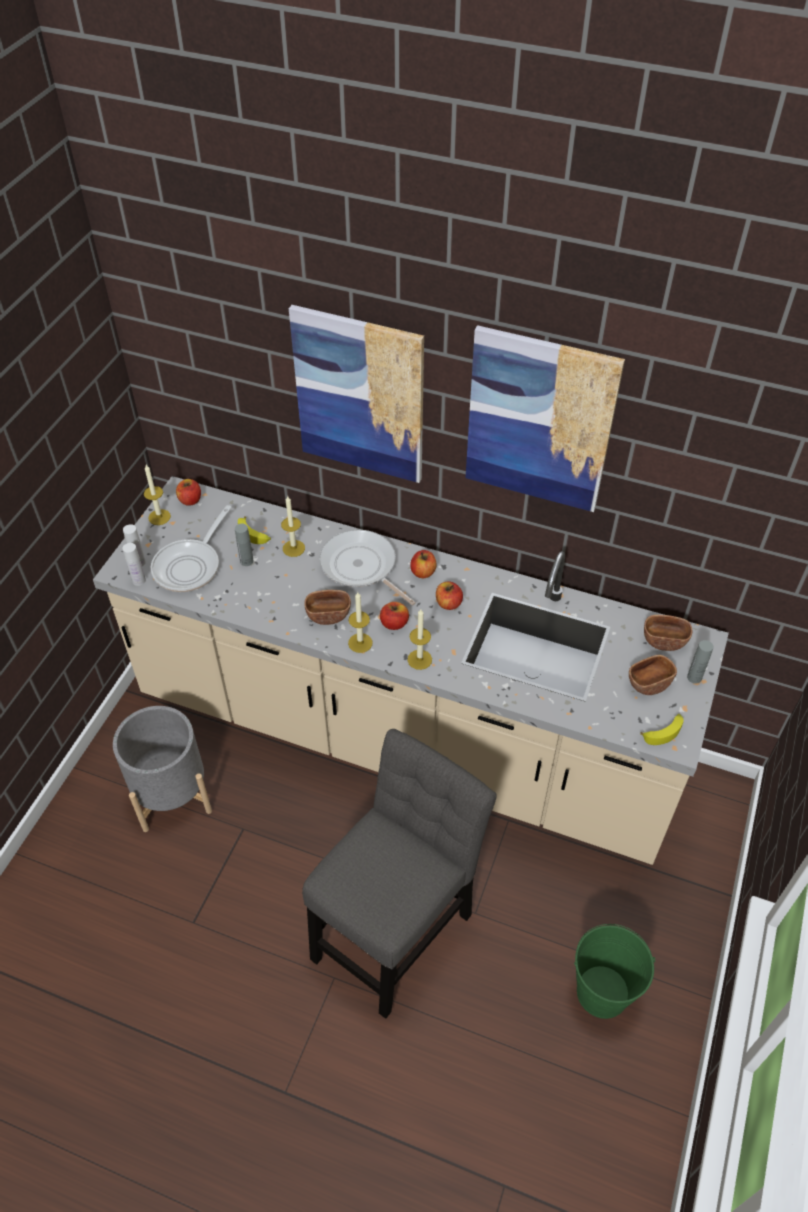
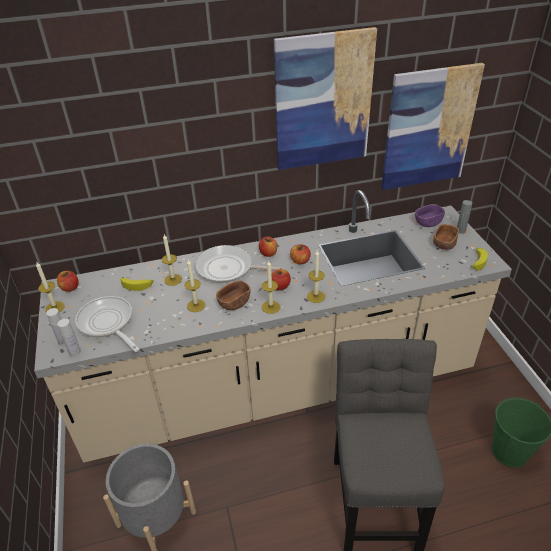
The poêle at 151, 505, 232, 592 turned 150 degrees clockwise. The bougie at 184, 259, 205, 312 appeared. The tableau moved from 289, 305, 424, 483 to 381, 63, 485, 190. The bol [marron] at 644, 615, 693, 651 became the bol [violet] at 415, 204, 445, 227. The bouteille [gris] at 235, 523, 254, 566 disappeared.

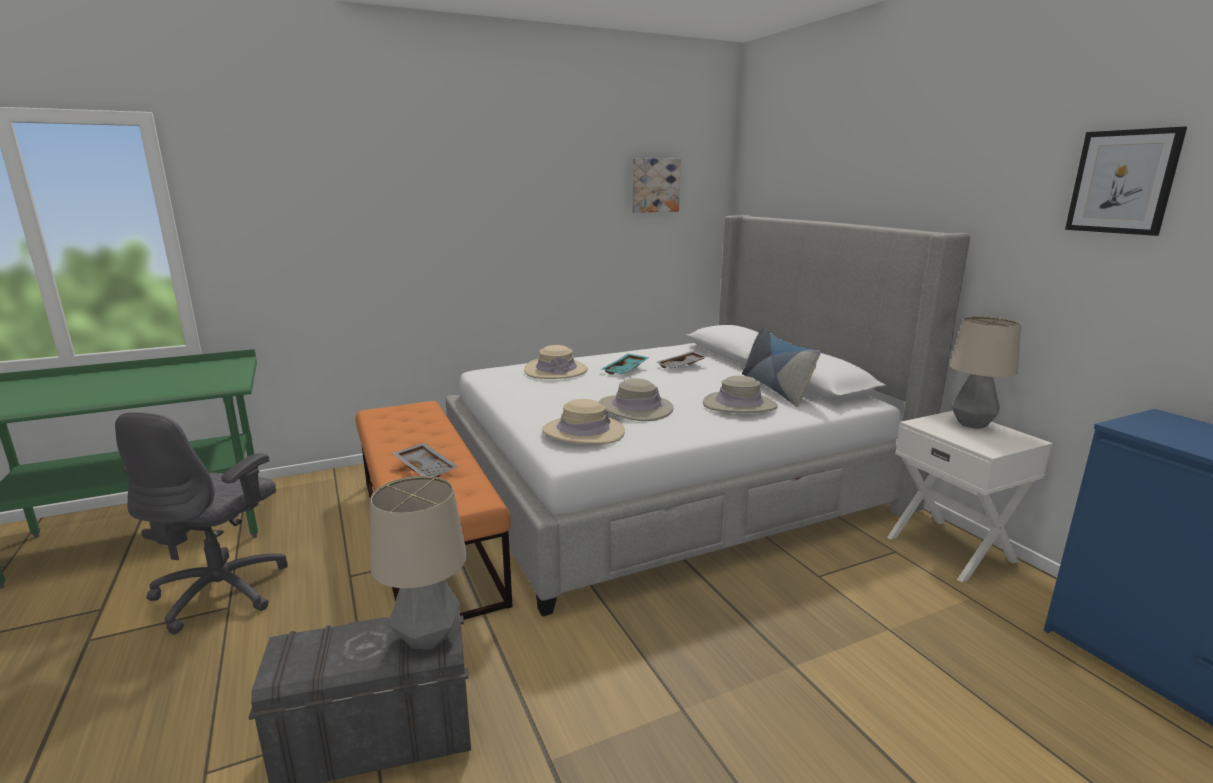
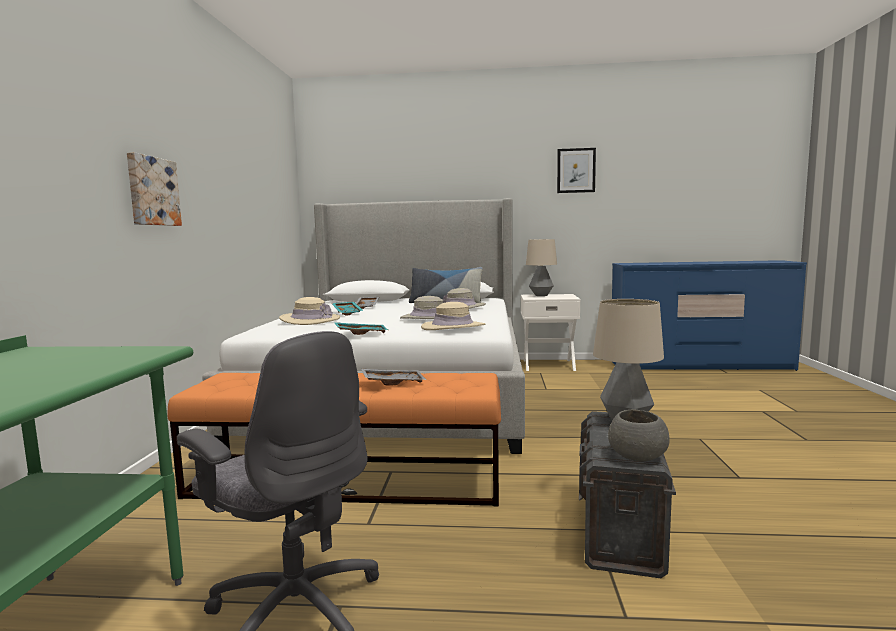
The tableau moved from 632, 158, 681, 213 to 127, 152, 182, 226. The plateau [turquoise] at 334, 322, 388, 335 appeared. The bol [gris] at 608, 410, 670, 461 appeared.

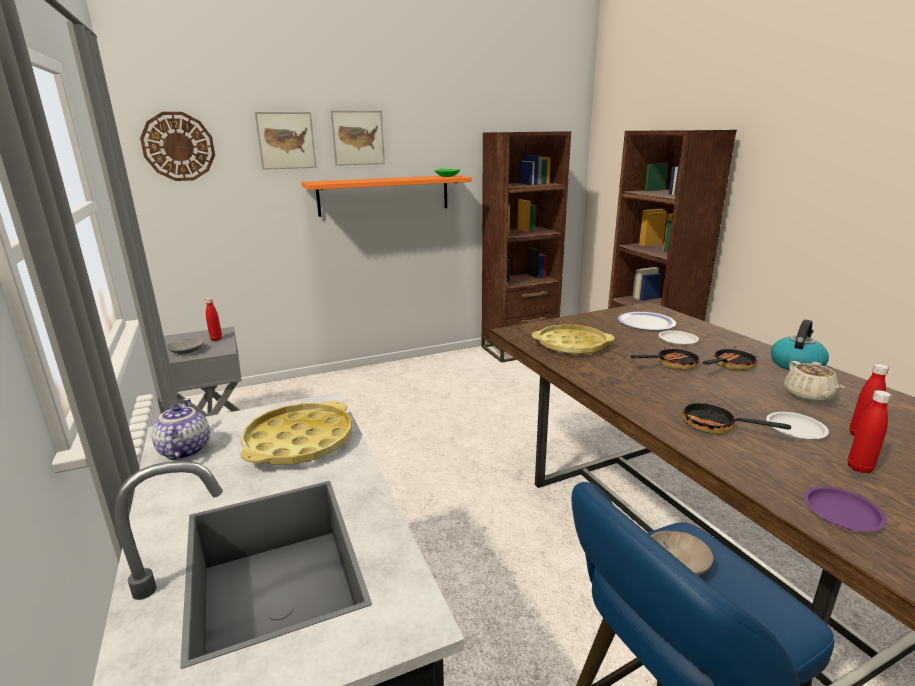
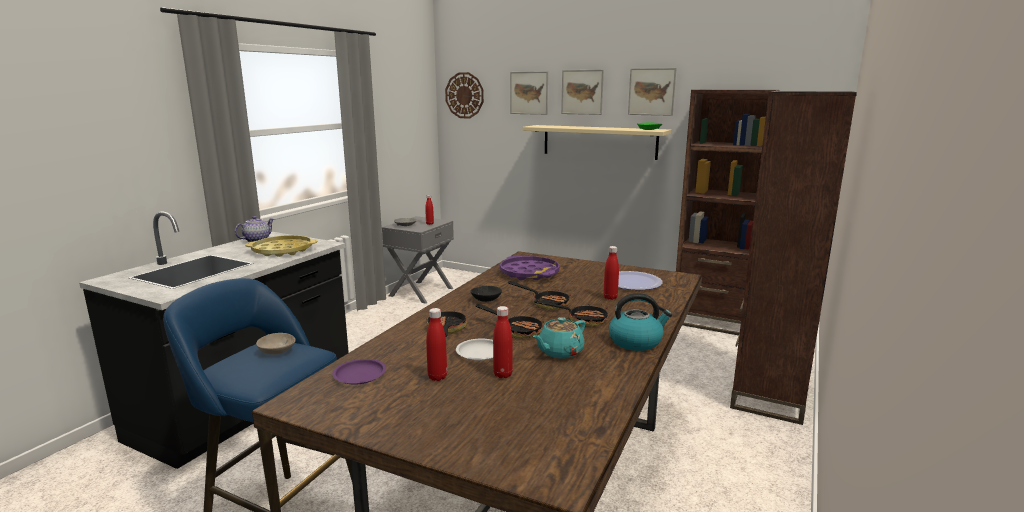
The bol [noir] at 471, 286, 502, 302 appeared. The poêle at 476, 304, 544, 339 appeared. The plateau [jaune] at 532, 324, 615, 355 became the plateau [violet] at 500, 256, 560, 280. The étagère [orange] at 302, 175, 472, 217 became the étagère [beige] at 522, 125, 671, 160. The théière [beige] at 784, 361, 844, 403 became the théière [turquoise] at 533, 317, 585, 359. The assiette [blanc] at 659, 331, 699, 345 was replaced by the bouteille [rouge] at 604, 246, 619, 300. The tableau at 628, 68, 677, 116 appeared.

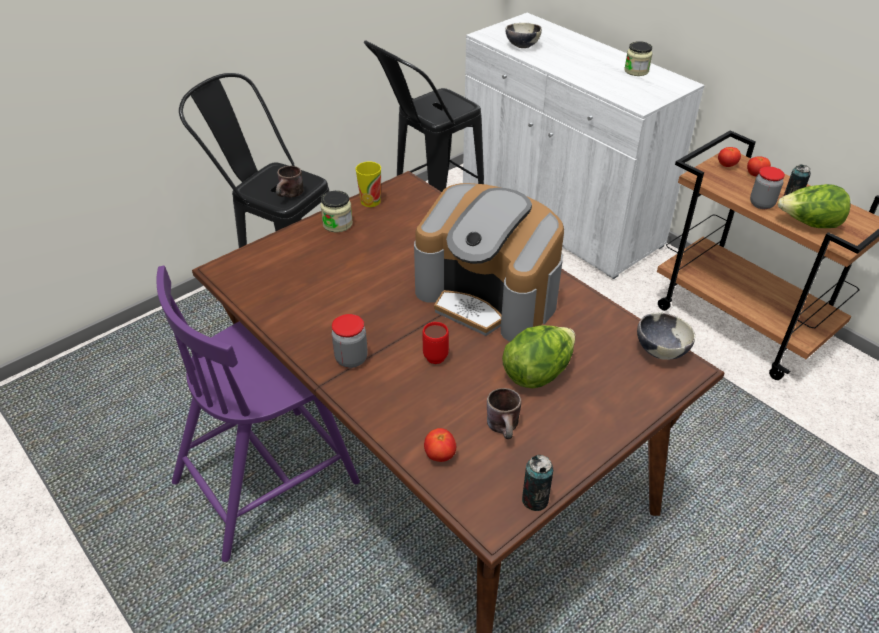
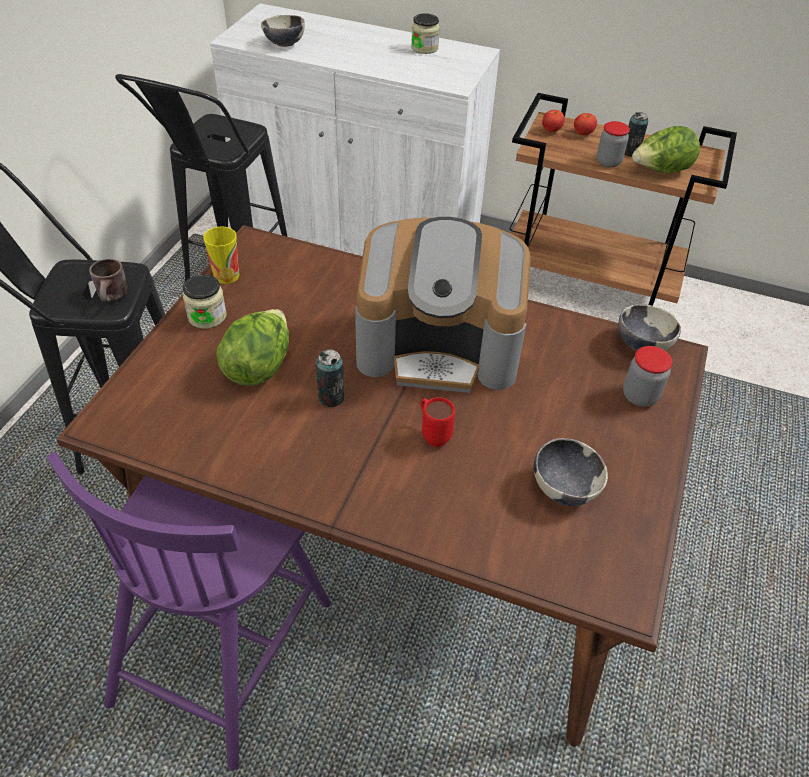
The laitue moved from 502, 325, 575, 388 to 216, 309, 289, 386. The boîte métallique moved from 522, 455, 553, 511 to 316, 349, 344, 407. The mug [marron] at 487, 388, 521, 439 was replaced by the bol at 534, 438, 608, 506. The bocal moved from 332, 314, 368, 368 to 623, 346, 673, 407. The tomate at 424, 428, 456, 462 disappeared.

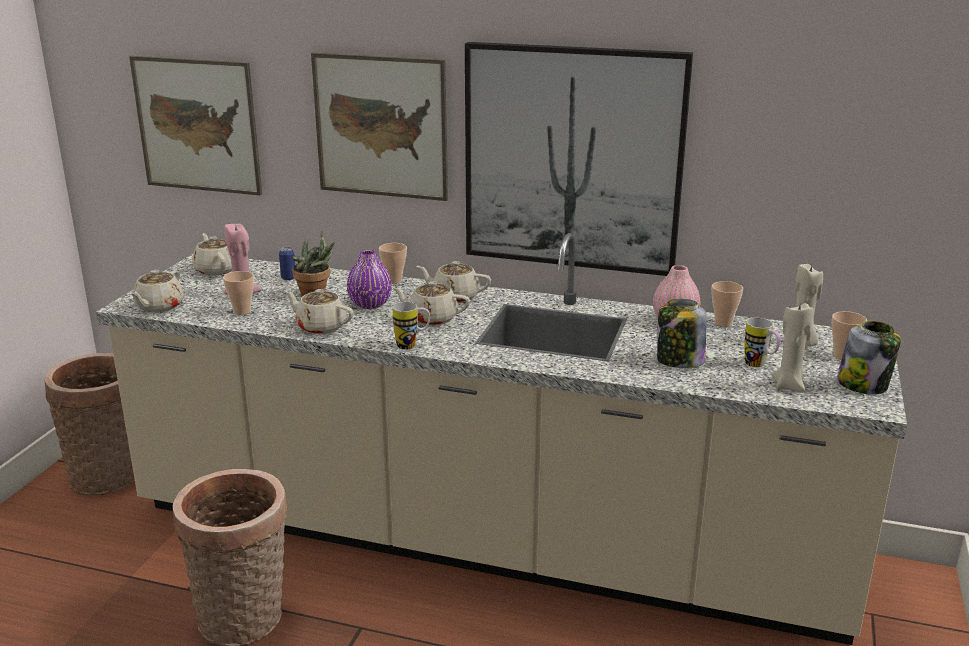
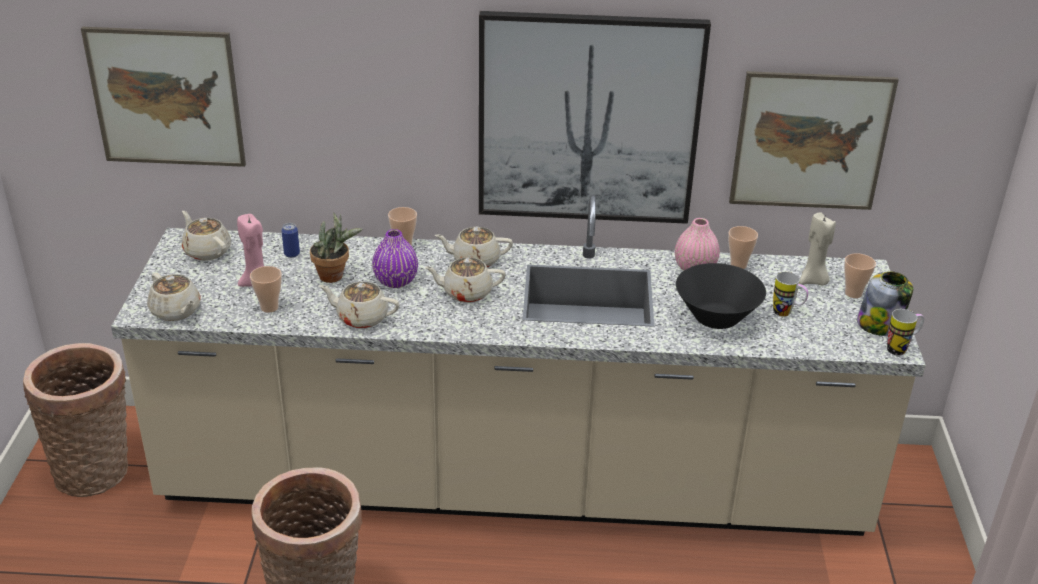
The théière [beige] at 130, 270, 184, 313 turned 45 degrees counterclockwise. The bocal at 657, 299, 707, 368 was replaced by the bol [noir] at 676, 263, 766, 329. The tableau moved from 311, 53, 448, 201 to 729, 71, 899, 210. The mug moved from 392, 302, 430, 350 to 887, 309, 924, 356. The bougie [beige] at 771, 301, 814, 393 disappeared.

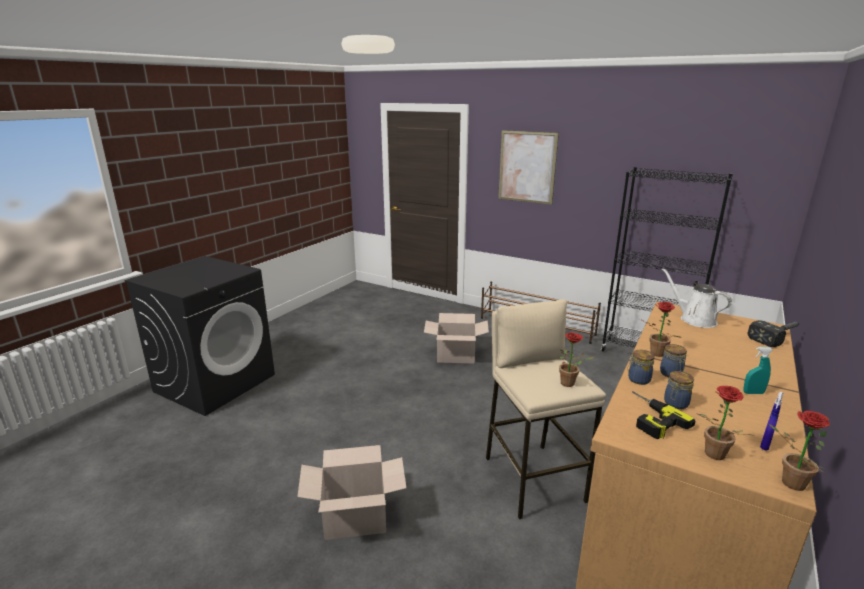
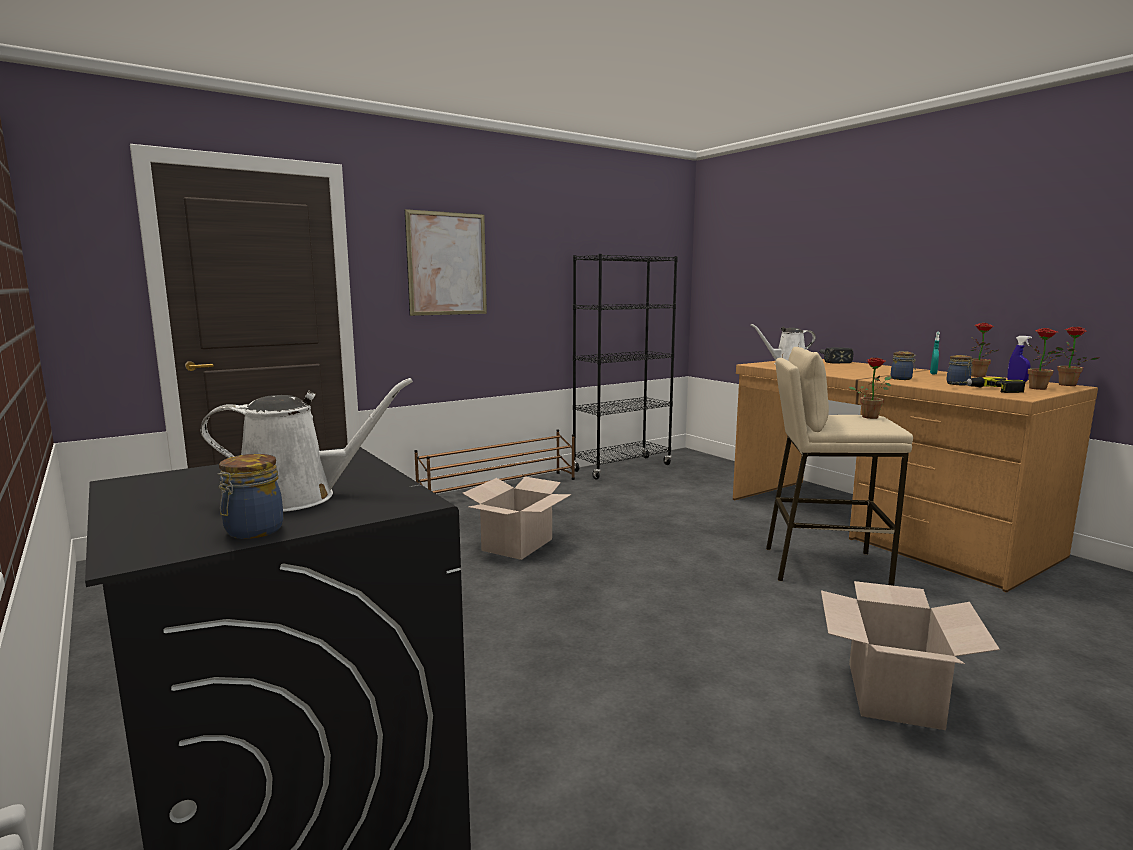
The arrosoir [blanc] at 200, 378, 413, 512 appeared. The bocal moved from 627, 350, 655, 385 to 218, 454, 283, 539. The plante en pot moved from 640, 302, 680, 357 to 971, 323, 998, 377.

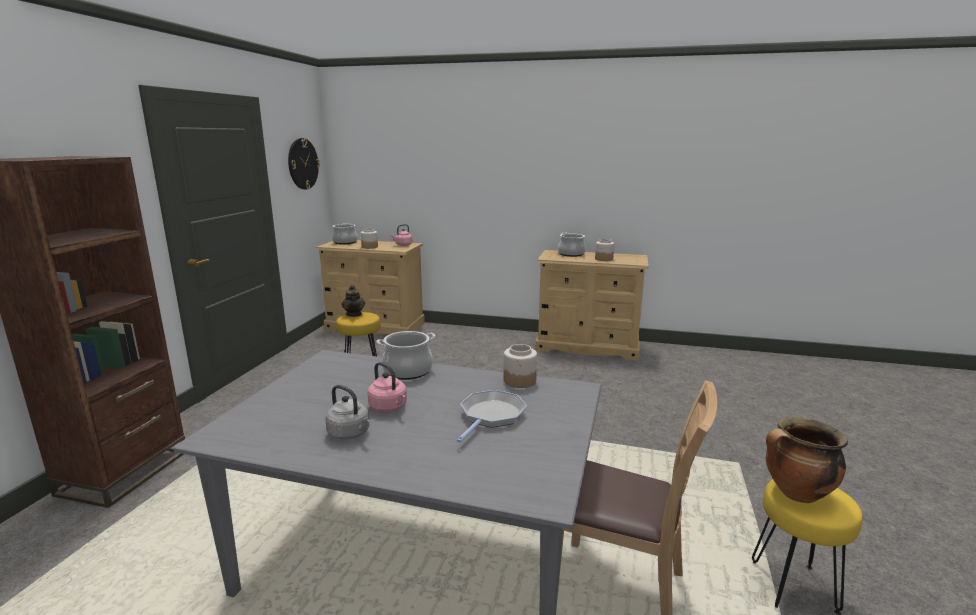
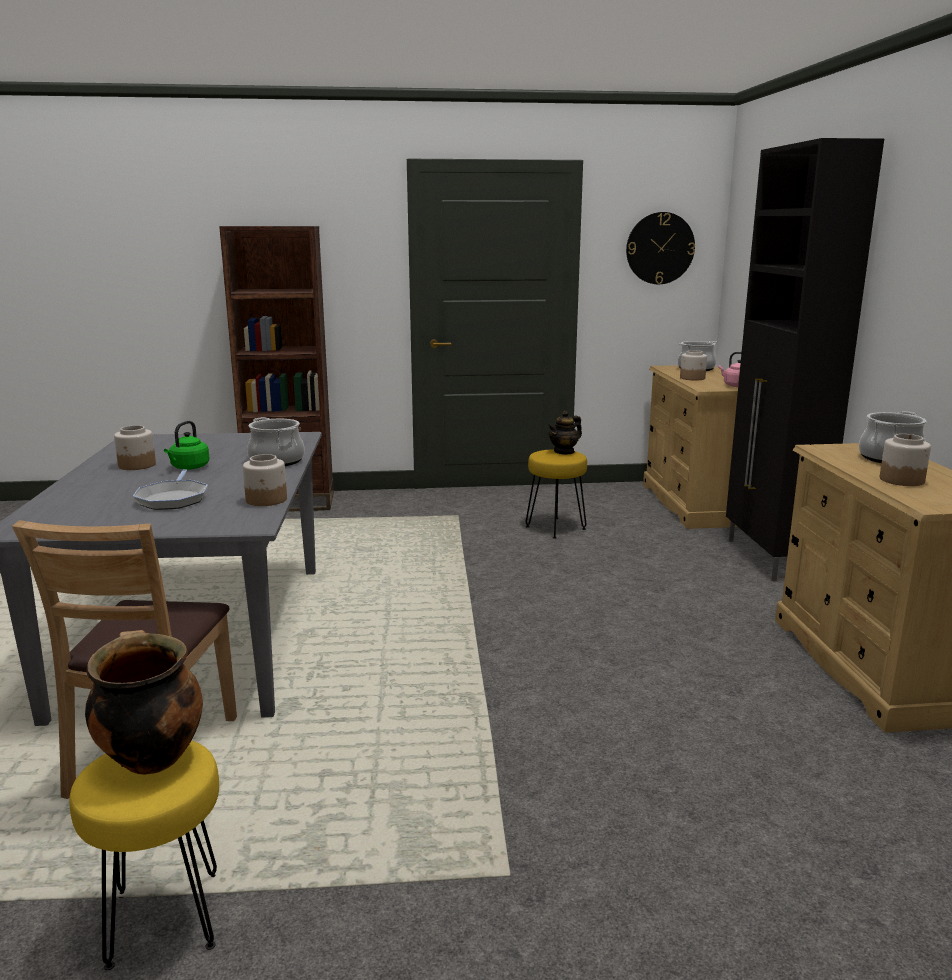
The bouilloire [gris] at 325, 385, 370, 440 was replaced by the bocal at 114, 425, 156, 470. The poêle at 457, 390, 527, 442 turned 75 degrees clockwise. The bouilloire [rose] at 367, 362, 407, 412 became the bouilloire [vert] at 164, 421, 210, 470. The meuble de rangement [noir] at 726, 138, 884, 582 appeared.

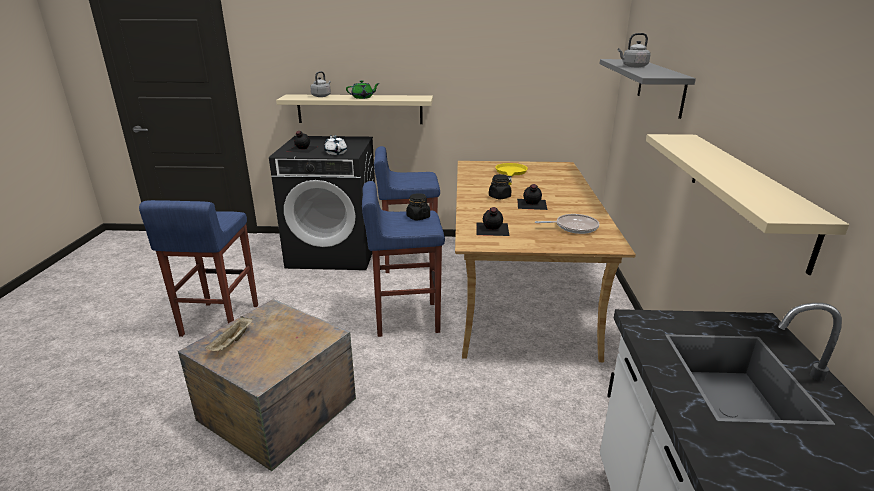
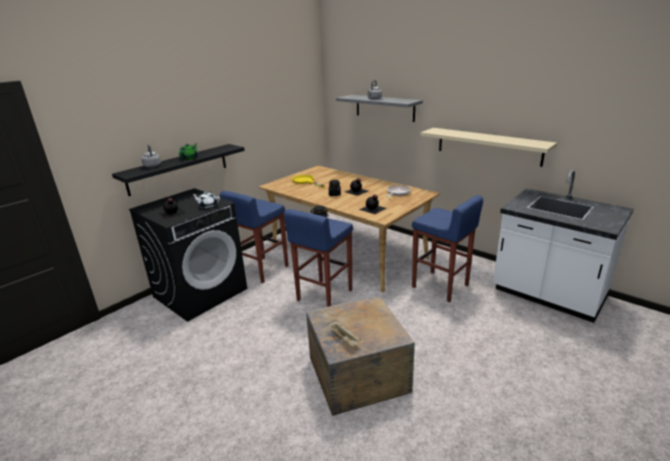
The étagère [beige] at 276, 94, 433, 124 became the étagère [noir] at 112, 144, 245, 196. The tabouret [bleu] moved from 139, 200, 258, 337 to 412, 195, 483, 302.

